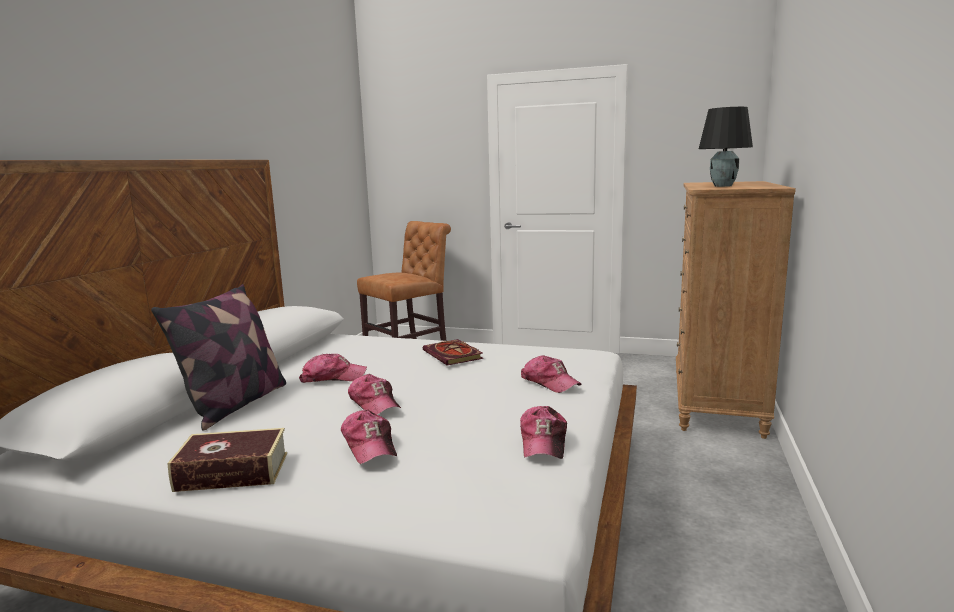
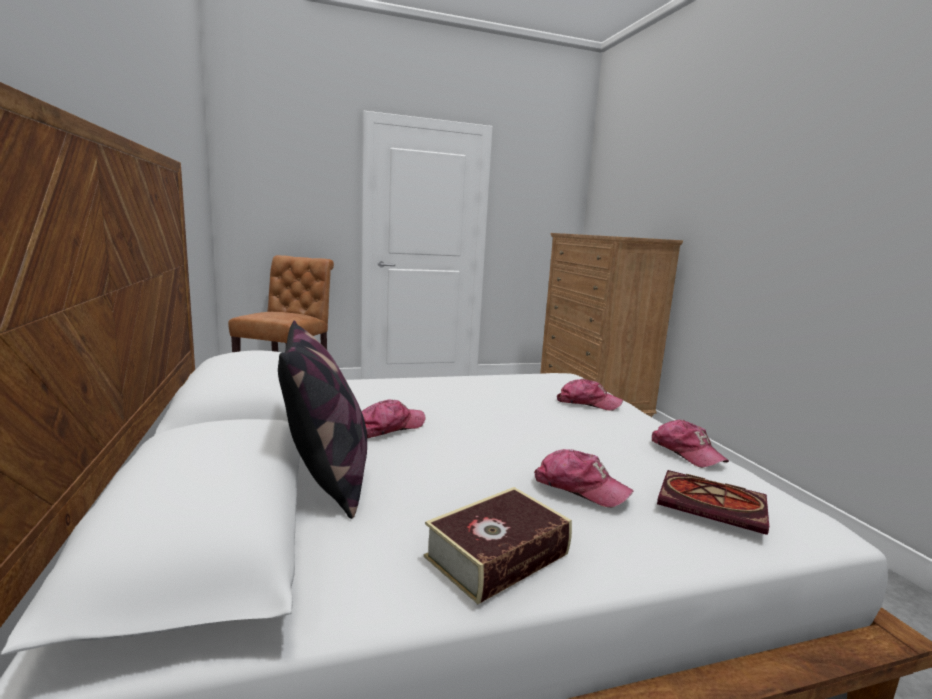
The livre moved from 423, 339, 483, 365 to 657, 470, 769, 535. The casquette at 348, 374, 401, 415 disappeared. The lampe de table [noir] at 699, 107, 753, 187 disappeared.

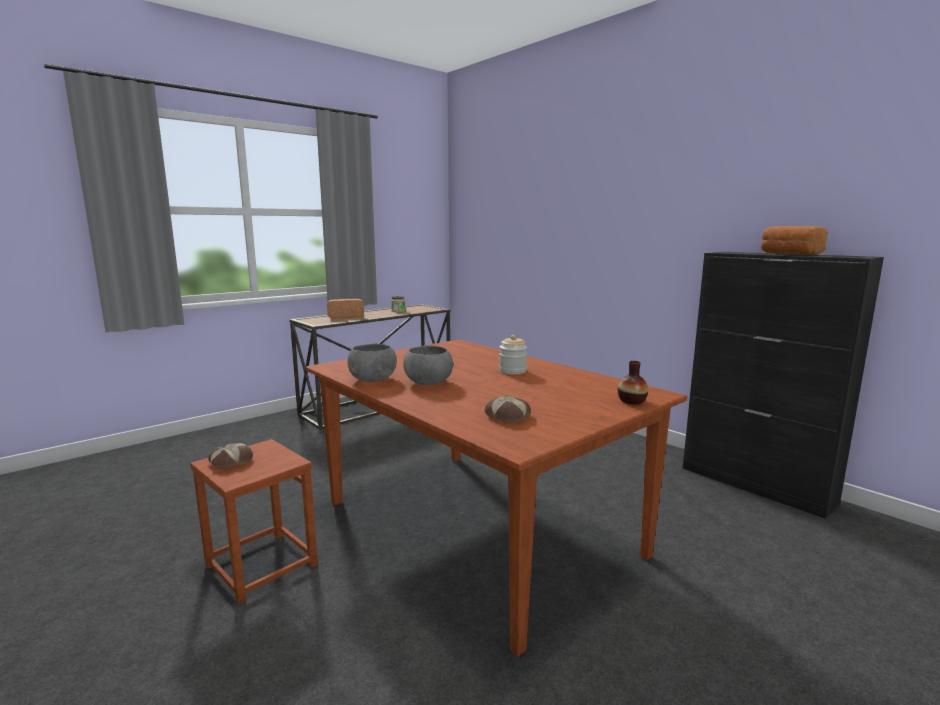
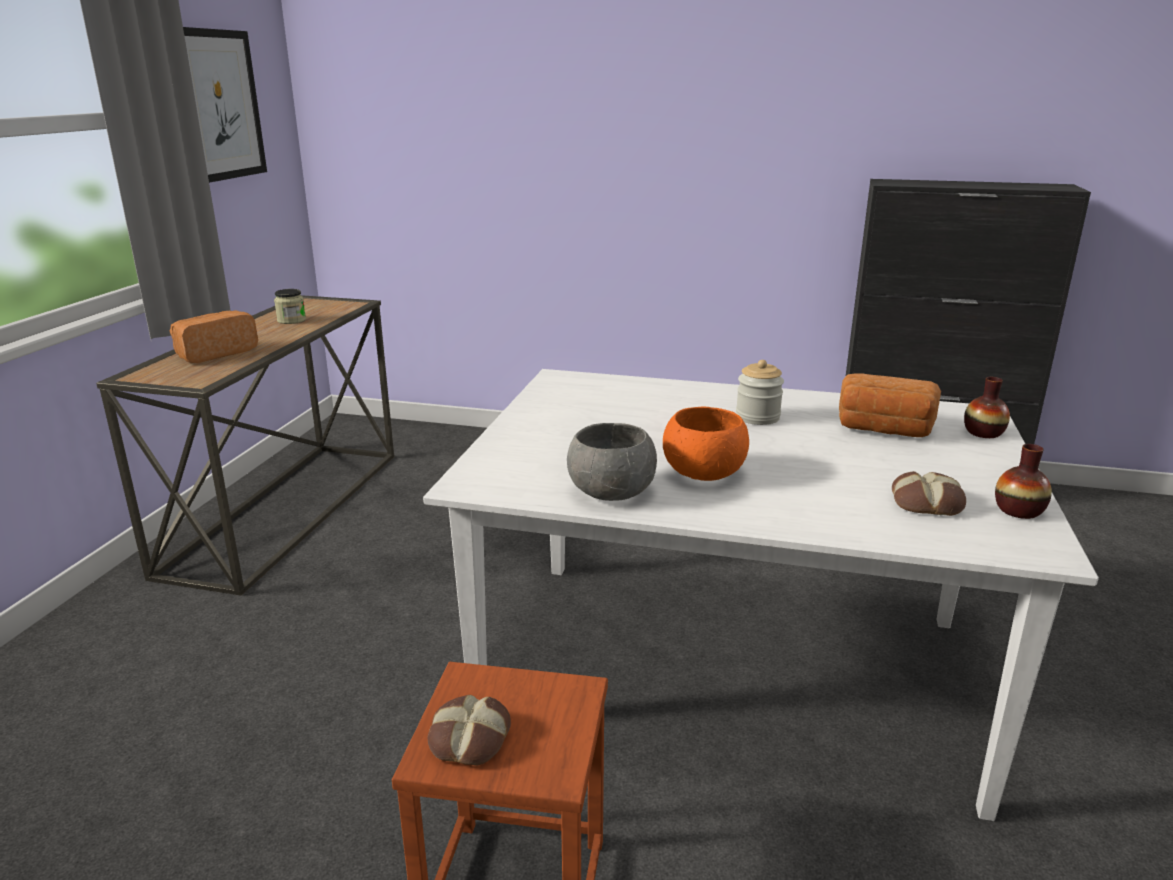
The tableau at 183, 27, 267, 183 appeared. The table à manger [marron] at 306, 339, 687, 656 became the table à manger [blanc] at 423, 369, 1099, 821. The bol [gris] at 403, 346, 453, 385 became the bol [orange] at 663, 407, 749, 481. The pain moved from 761, 226, 828, 255 to 839, 373, 941, 437. The vase at 995, 444, 1052, 519 appeared.

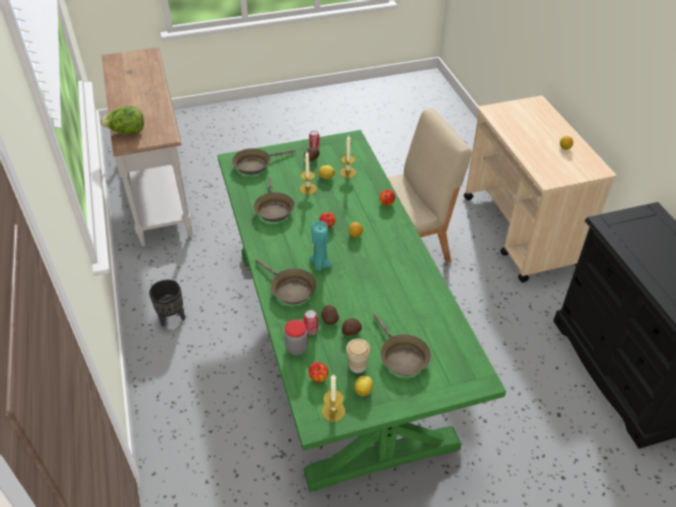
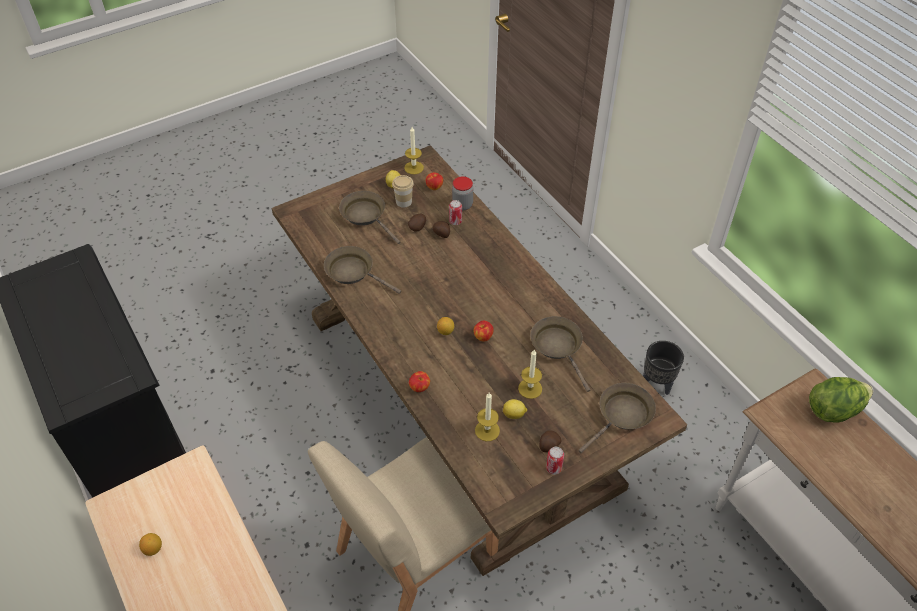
The table à manger [vert] at 218, 130, 506, 492 became the table à manger [marron] at 272, 145, 687, 576. The poêle [marron] moved from 255, 259, 317, 304 to 324, 246, 401, 294. The bougie [turquoise] at 309, 221, 333, 271 disappeared.

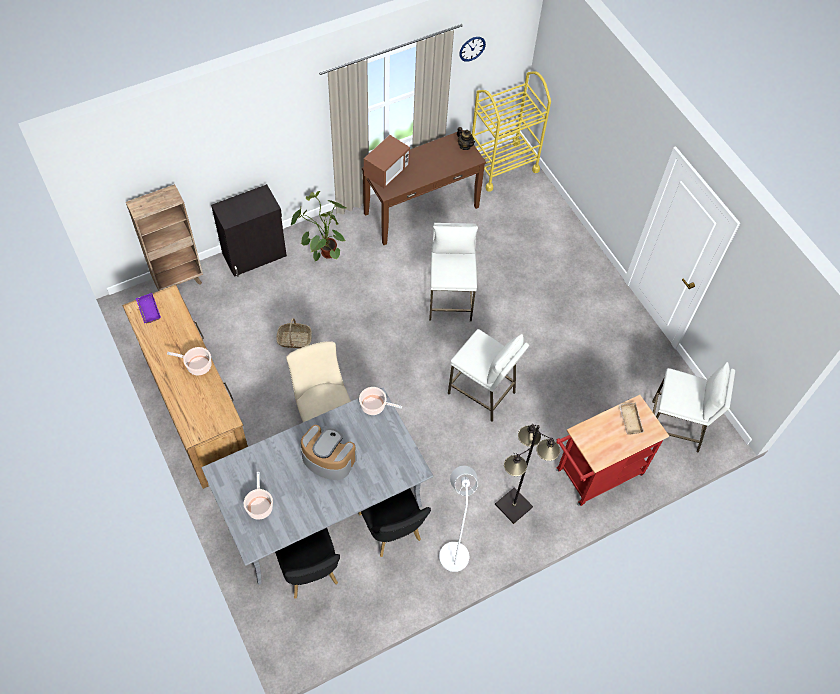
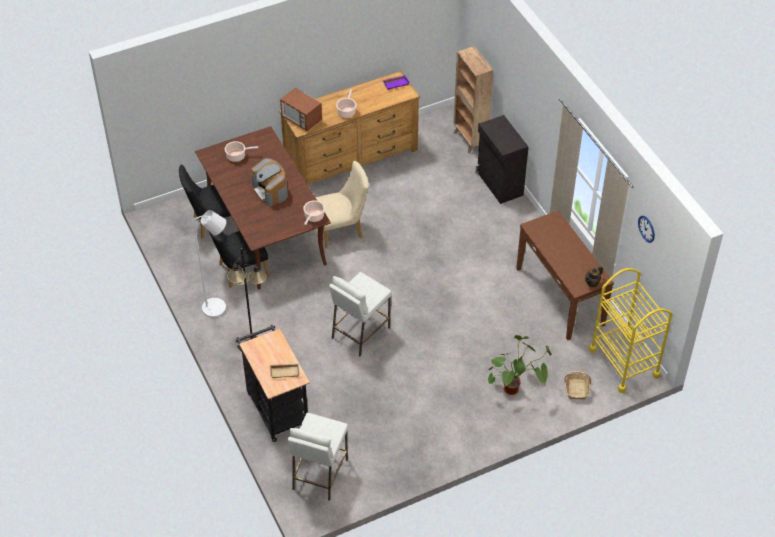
The table à manger [gris] at 202, 388, 433, 585 became the table à manger [marron] at 195, 126, 331, 290. The chariot [rouge] at 555, 395, 669, 506 became the chariot [noir] at 236, 325, 310, 442. The machine à café at 301, 425, 357, 480 turned 120 degrees clockwise. The micro-ondes moved from 364, 135, 410, 188 to 280, 87, 322, 131. The plante en pot moved from 291, 191, 346, 261 to 488, 335, 552, 395. The panier moved from 277, 318, 312, 348 to 564, 371, 591, 400. The tabouret [blanc] at 429, 223, 478, 322 disappeared.

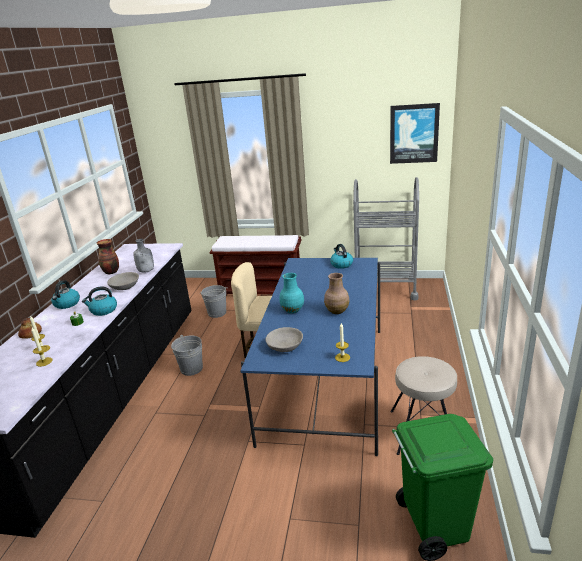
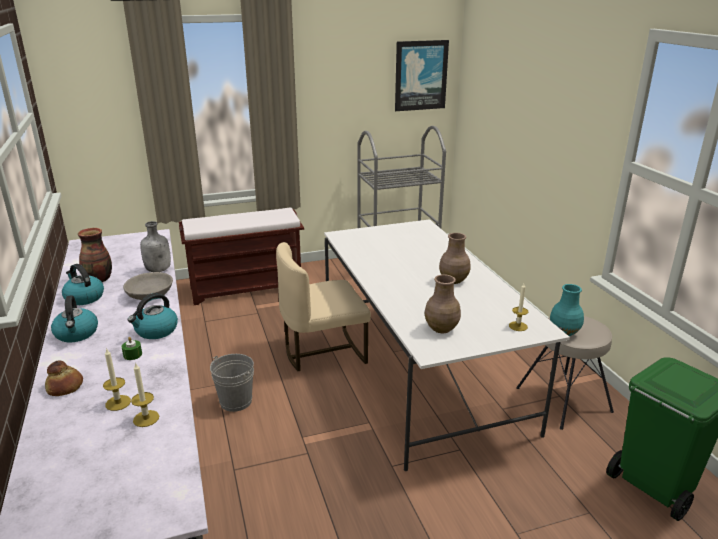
The bouilloire moved from 330, 244, 353, 269 to 62, 264, 104, 305. The table à manger [bleu] at 240, 258, 380, 456 became the table à manger [blanc] at 324, 219, 570, 471. The bol [gris] at 265, 327, 303, 352 was replaced by the vase [marron] at 424, 274, 461, 333. The vase [turquoise] moved from 279, 273, 304, 314 to 550, 284, 584, 336. The seau [gris] at 201, 285, 227, 318 disappeared.

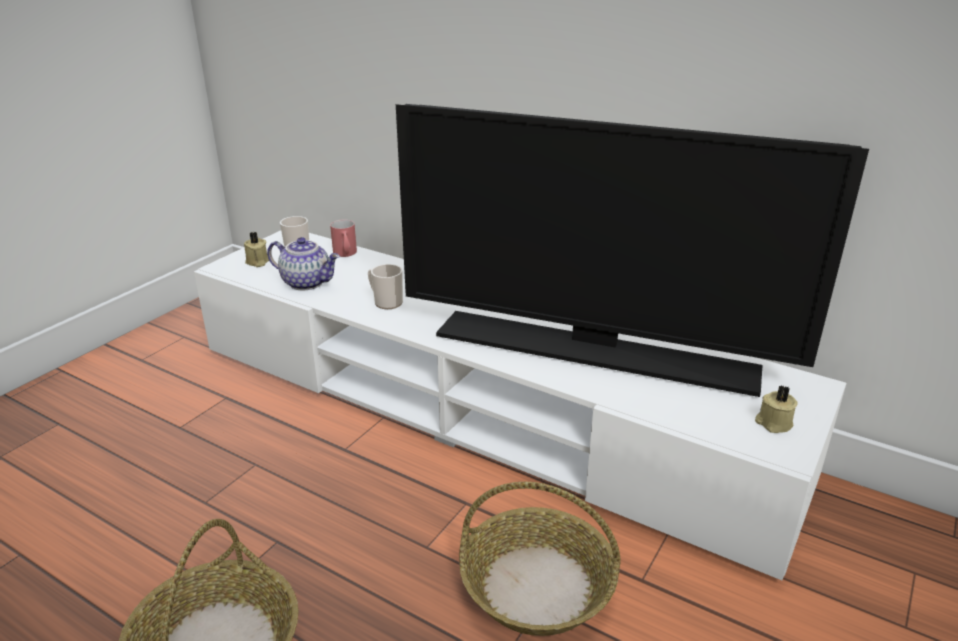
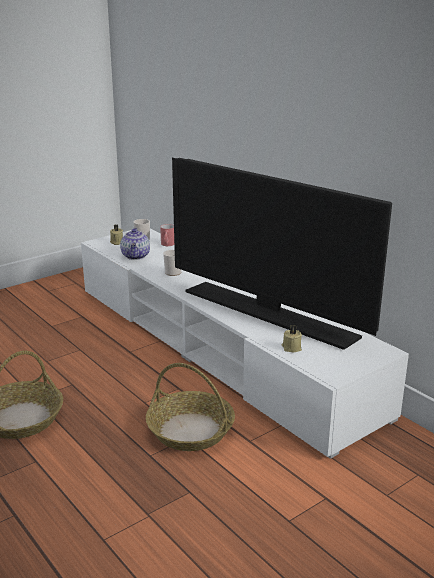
The théière at 267, 237, 340, 290 turned 45 degrees clockwise. The bougie [beige] moved from 755, 385, 798, 433 to 282, 325, 302, 352.

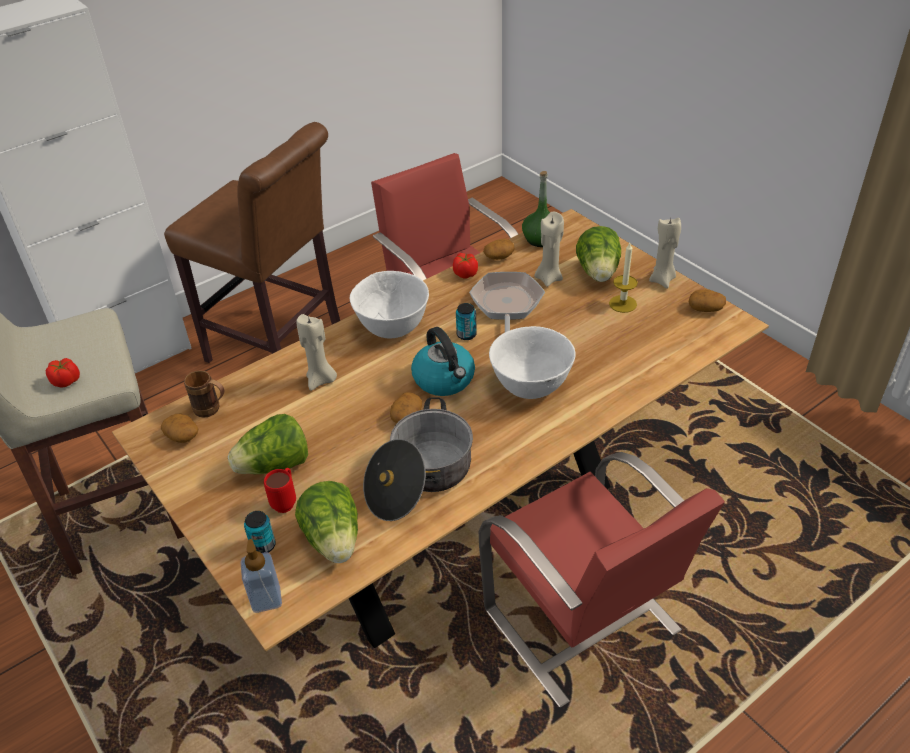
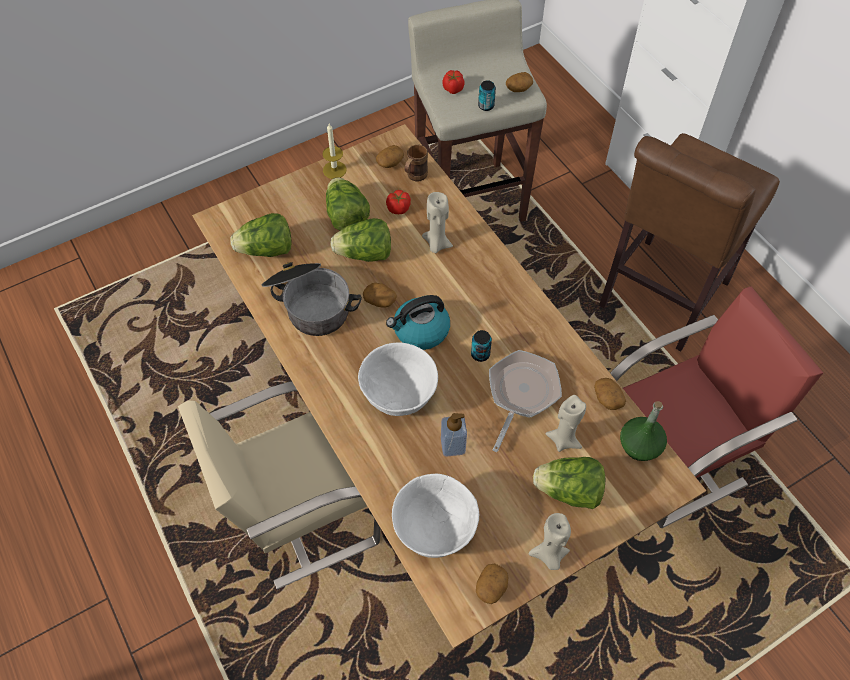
The chaise [rouge] at 479, 452, 725, 707 became the chaise [beige] at 178, 381, 381, 589. The bougie moved from 609, 243, 638, 313 to 322, 124, 347, 179. The laitue at 330, 218, 391, 262 appeared. The tomate moved from 453, 253, 478, 279 to 386, 190, 411, 214. The bol [blanc] moved from 350, 271, 429, 339 to 392, 474, 479, 558. The distributeur de savon moved from 240, 539, 282, 613 to 441, 413, 467, 457. The boîte métallique moved from 244, 511, 276, 553 to 478, 80, 496, 111. The poêle at 469, 272, 545, 332 turned 75 degrees counterclockwise. The pomme de terre at 506, 72, 533, 92 appeared. The mug [rouge] at 264, 468, 296, 513 disappeared.

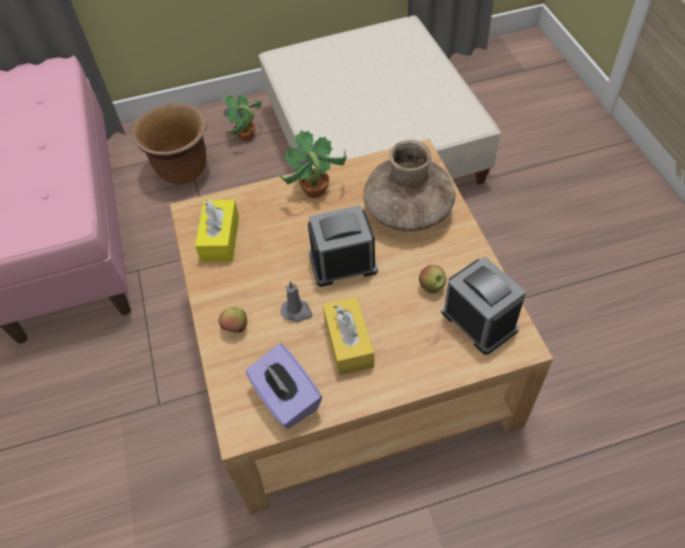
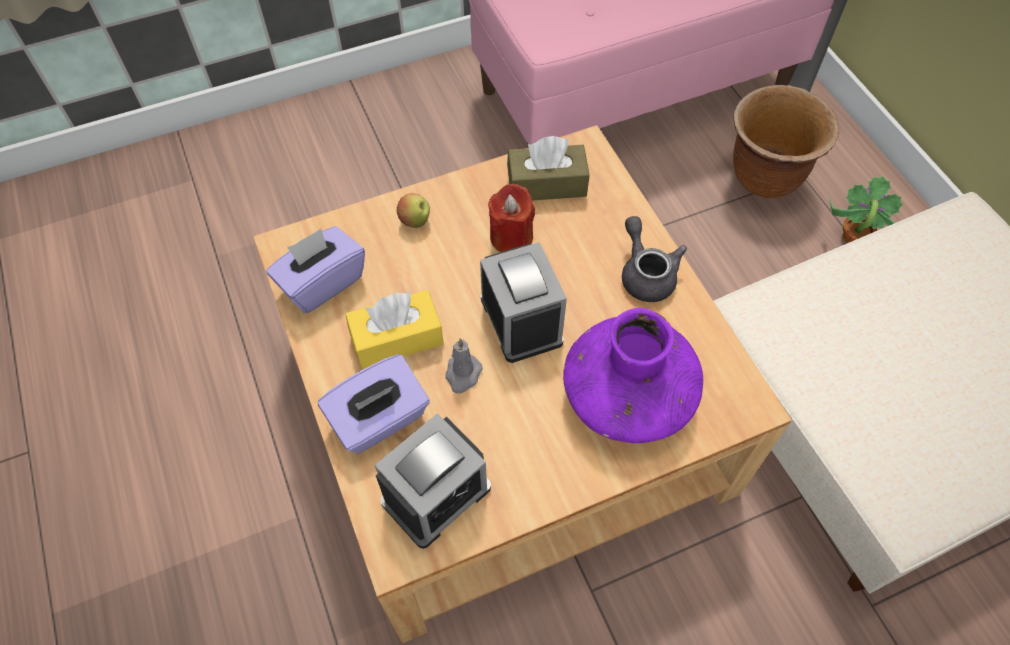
The boîte à mouchoirs [violet] at 318, 354, 430, 454 appeared. The bougie [gris] moved from 281, 281, 312, 322 to 445, 338, 483, 394. The bougie [rouge] at 488, 184, 535, 252 appeared. The boîte à mouchoirs [jaune] at 195, 200, 239, 262 became the boîte à mouchoirs [marron] at 507, 136, 590, 201. The vase [marron] at 363, 140, 456, 232 became the vase [violet] at 563, 308, 703, 443. The plante en pot at 276, 130, 347, 198 was replaced by the théière [gris] at 622, 216, 687, 302. The pomme at 419, 265, 447, 293 disappeared.

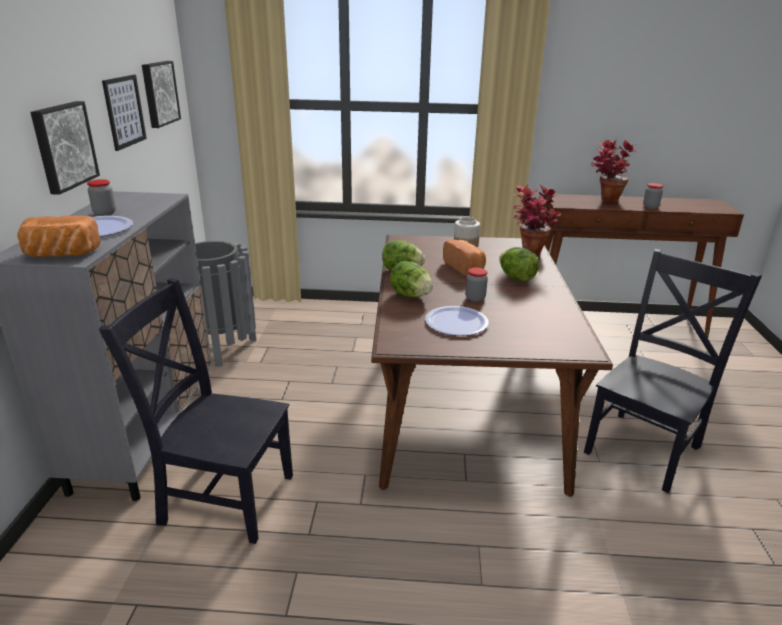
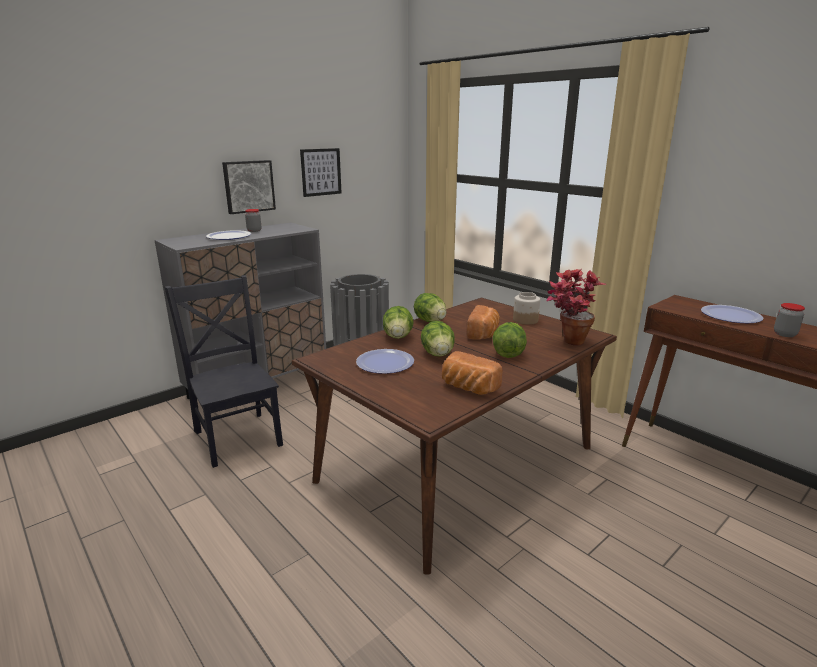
The bocal at 465, 268, 488, 302 was replaced by the laitue at 421, 321, 455, 357. The pain moved from 17, 216, 101, 257 to 442, 351, 503, 395. The plante en pot at 591, 140, 639, 203 was replaced by the assiette at 701, 305, 763, 323. The tableau at 142, 61, 181, 128 disappeared. The chaise [noir] at 584, 249, 762, 493 disappeared.

